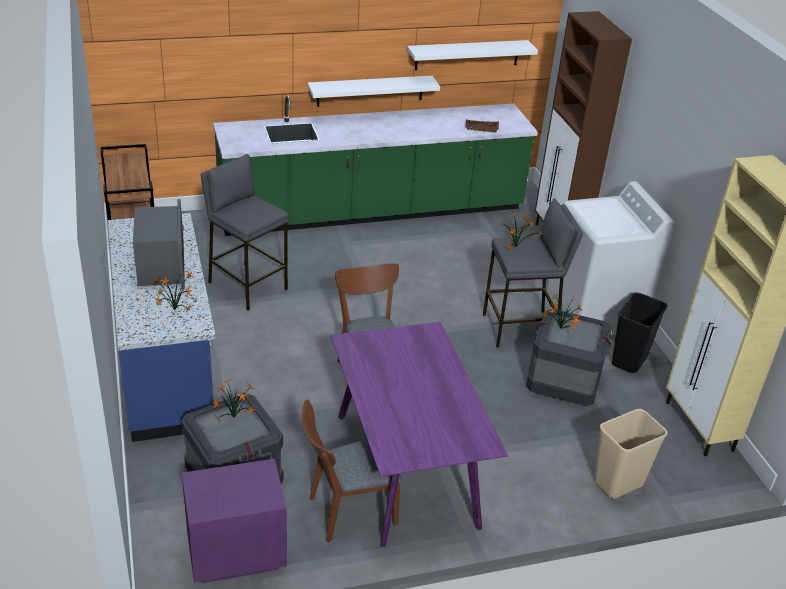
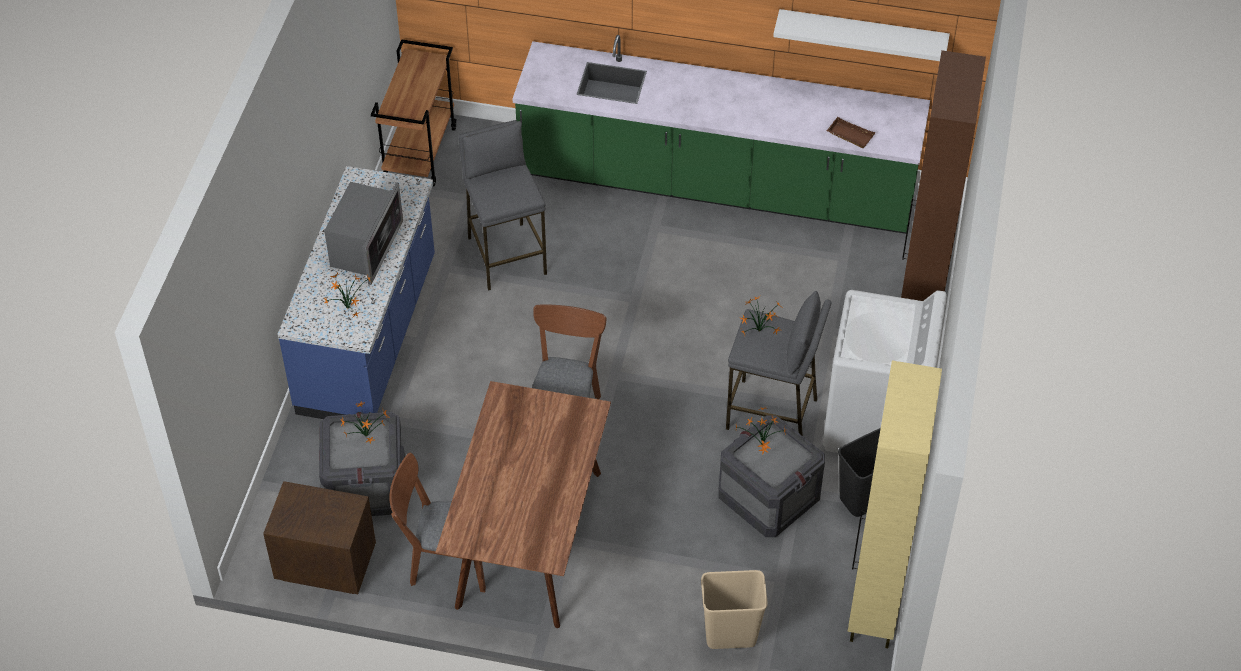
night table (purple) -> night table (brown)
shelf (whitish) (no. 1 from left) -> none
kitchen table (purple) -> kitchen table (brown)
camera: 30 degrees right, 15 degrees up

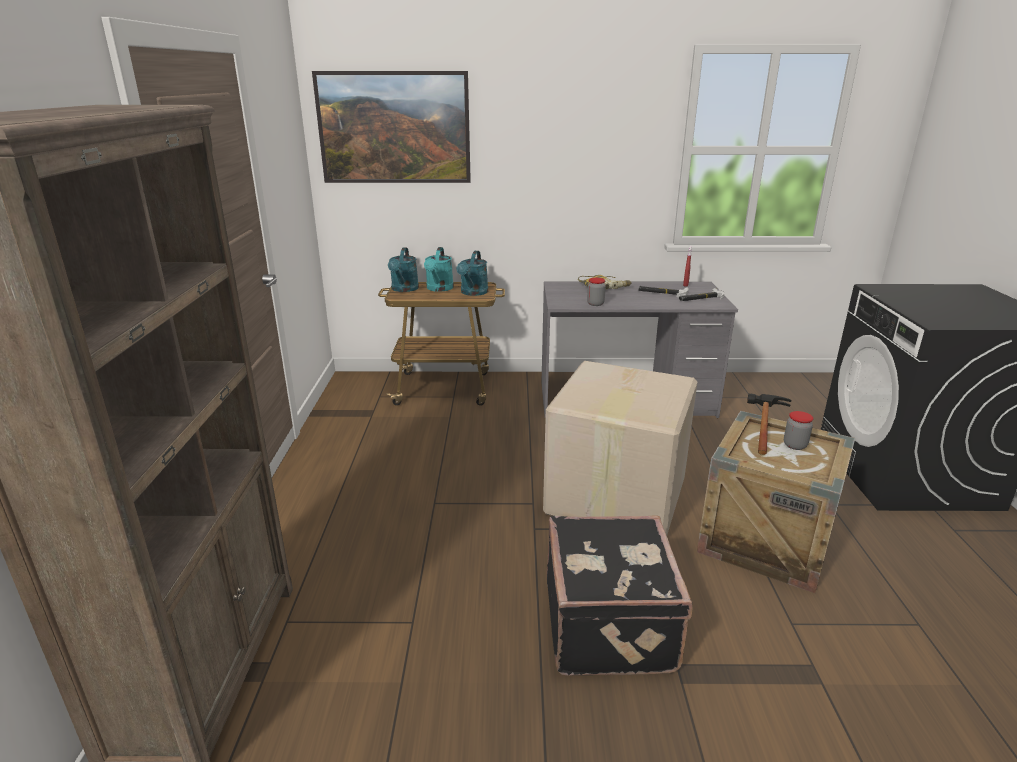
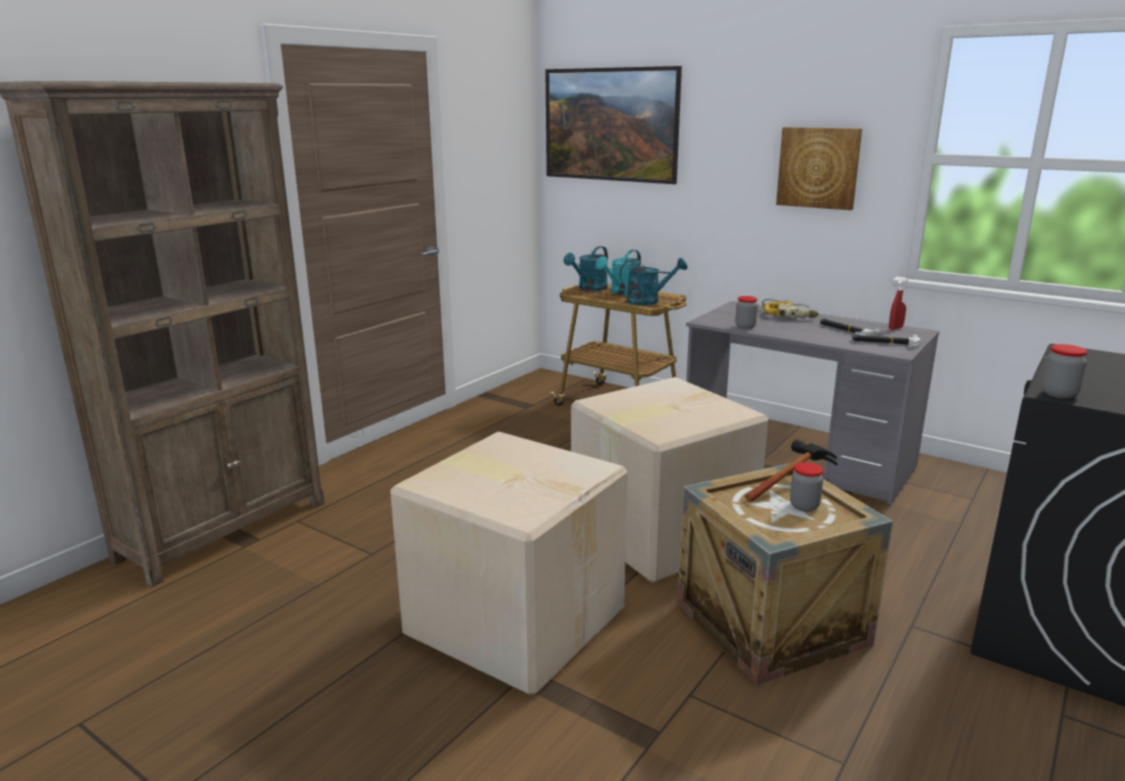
watering pot (turquoise-coloured) (no. 3 from left), 150 degrees counterclockwise
piece of luggage (black) -> packing box (no. 1 from left)
none -> wall art (no. 2 from left)
none -> storage jar (no. 3 from left)
camera: 35 degrees right, 5 degrees down

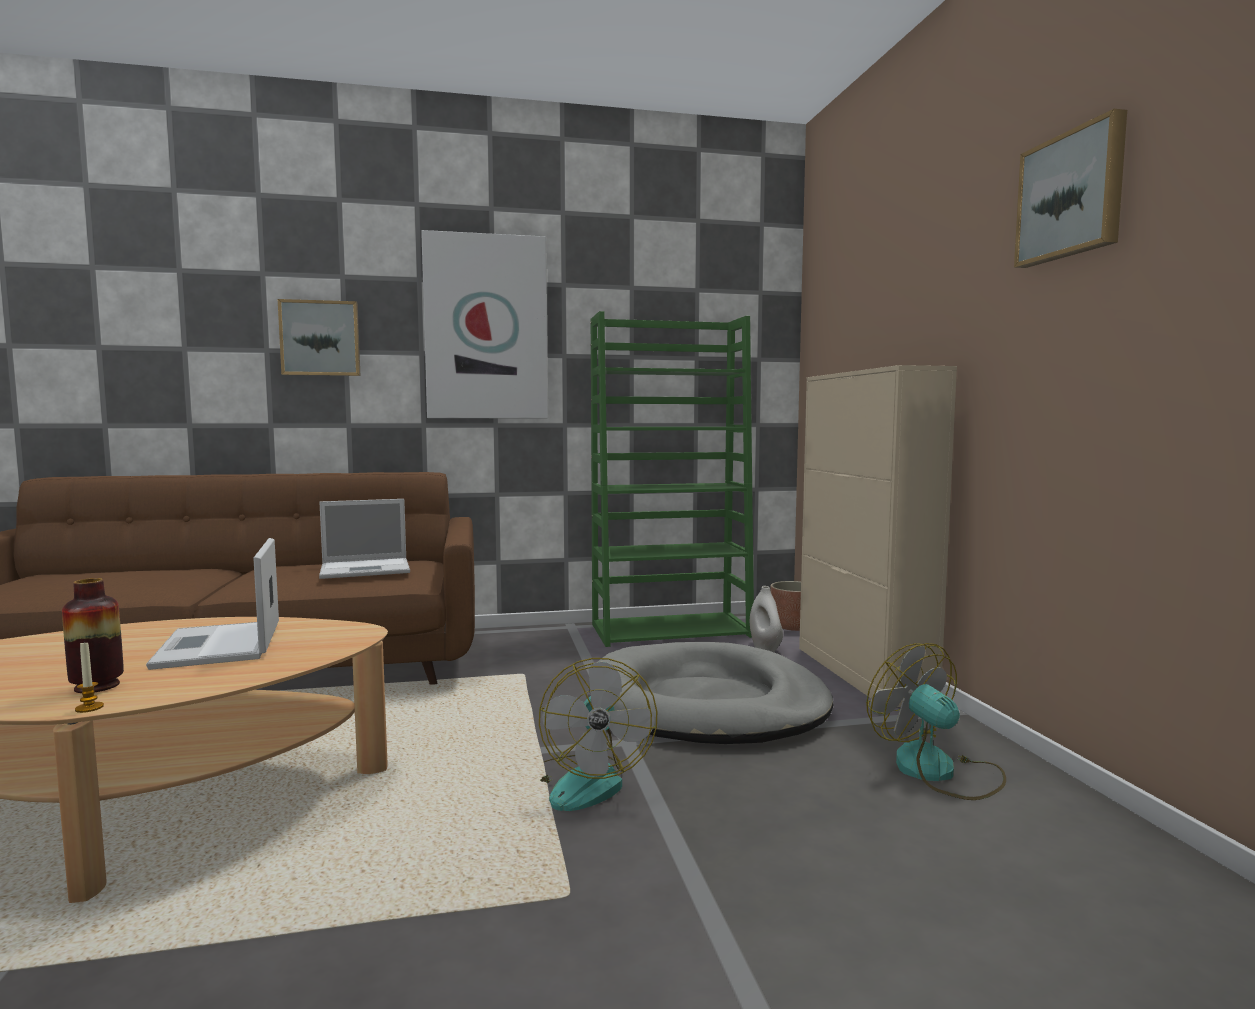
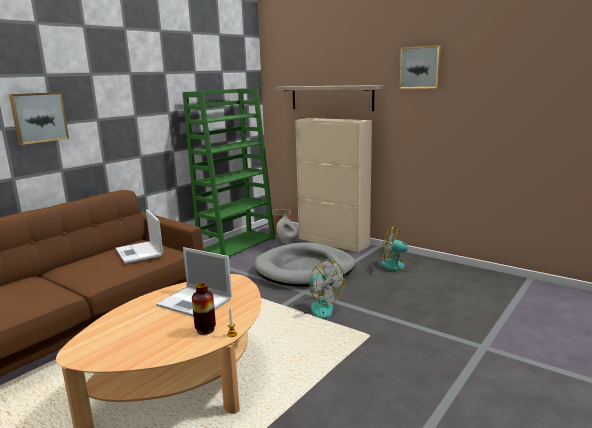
notebook computer (no. 2 from left in the first image) -> notebook computer (no. 1 from left), 120 degrees clockwise
wall art (no. 2 from left) -> none
none -> shelf
camera: 40 degrees left, 10 degrees up

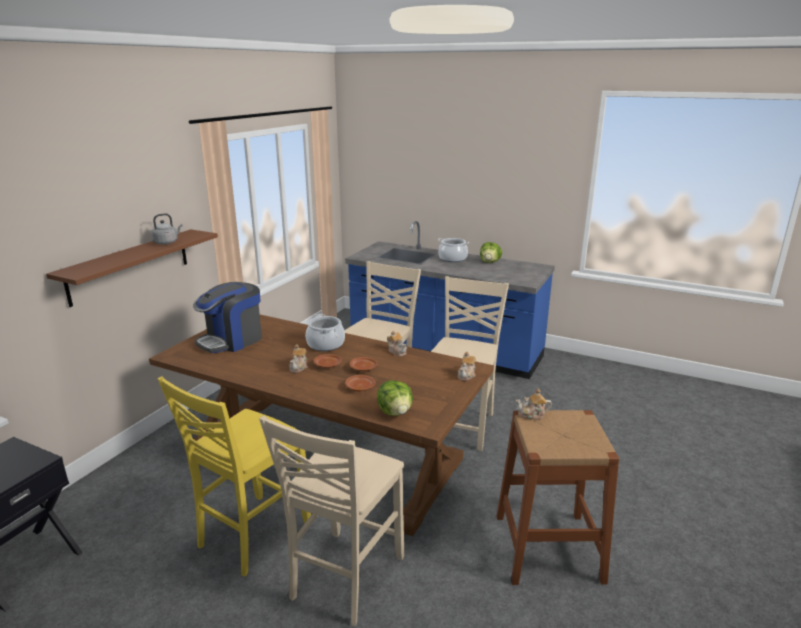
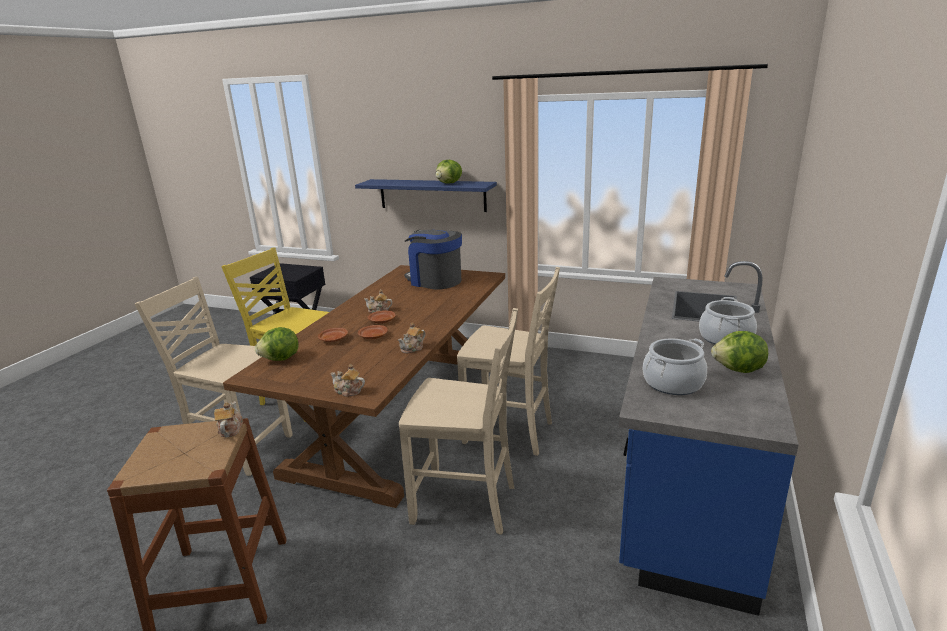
shelf (brown) -> shelf (blue-coloured)
water kettle (gray) -> head of lettuce (no. 2 from left)
stockpot (no. 1 from left), relocated
camera: 85 degrees right, 0 degrees up

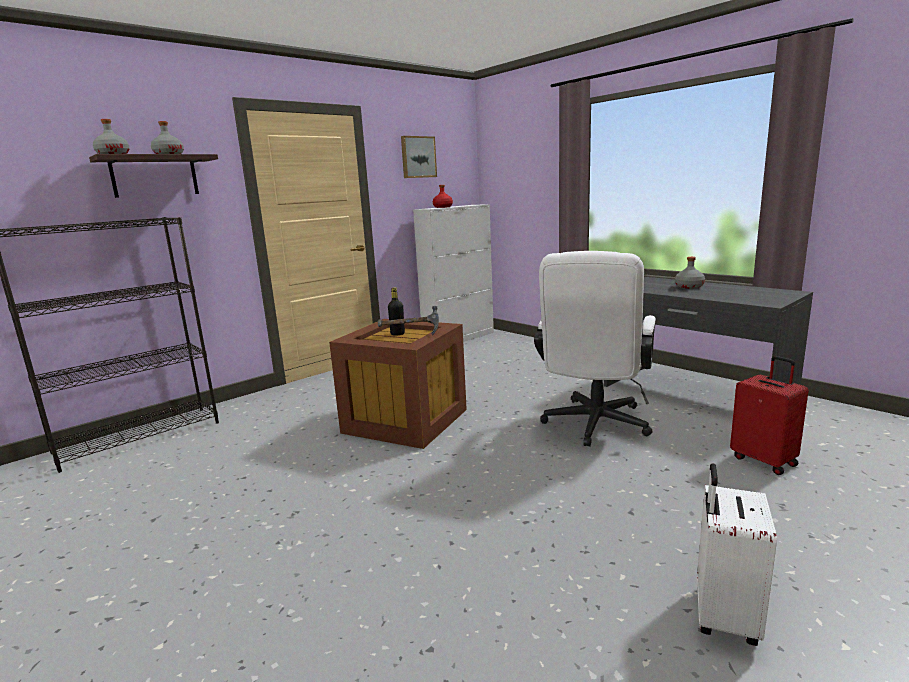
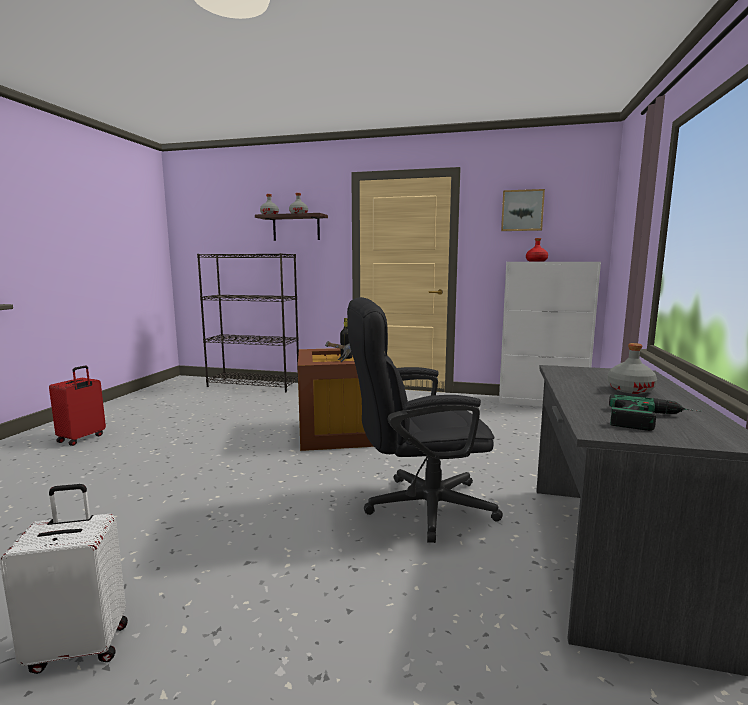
computer chair (whitish) -> computer chair (black)
piece of luggage (red), relocated
none -> power drill
camera: 55 degrees right, 5 degrees down

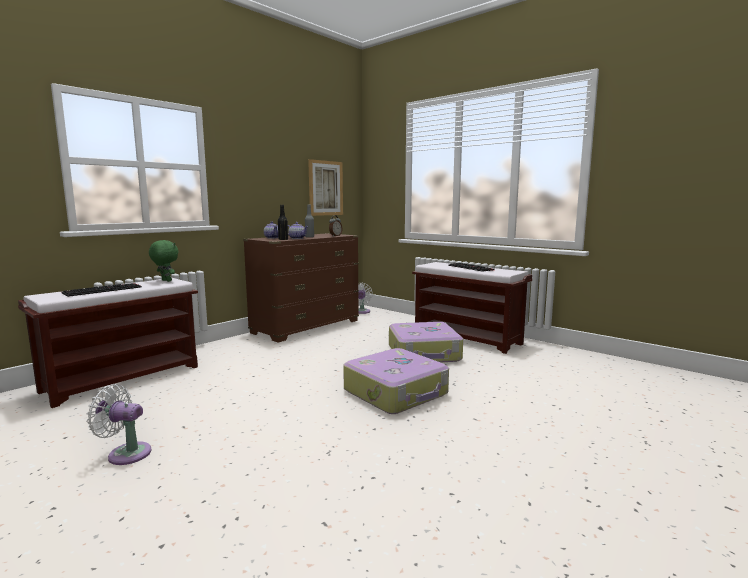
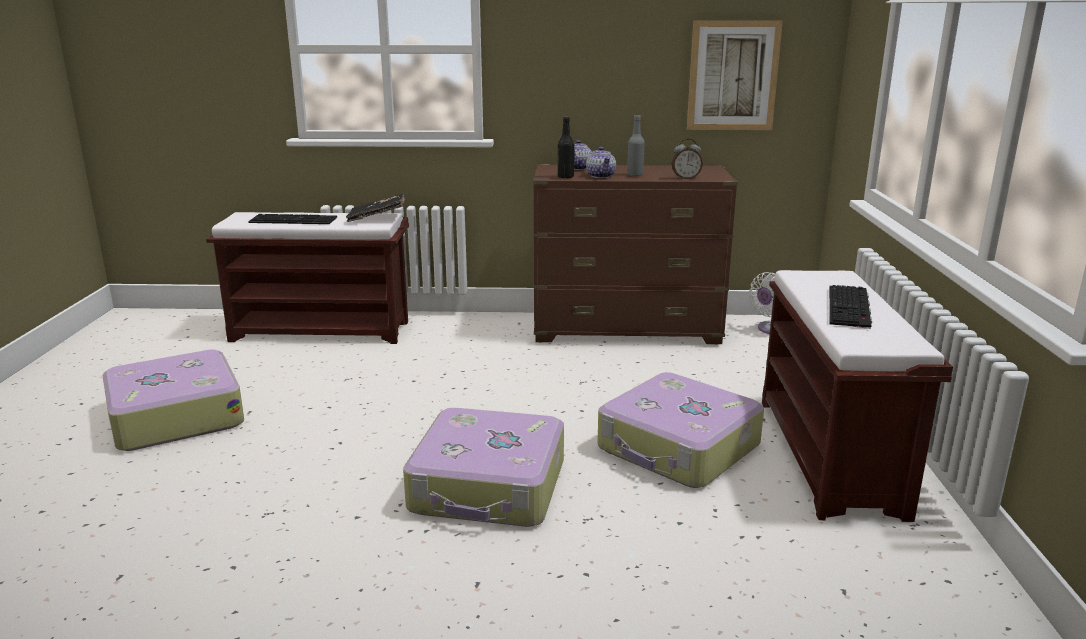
fan (whitish) (no. 1 from left) -> piece of luggage (no. 1 from left)
soft toy (greenish) -> book (black)
camera: 50 degrees right, 10 degrees up

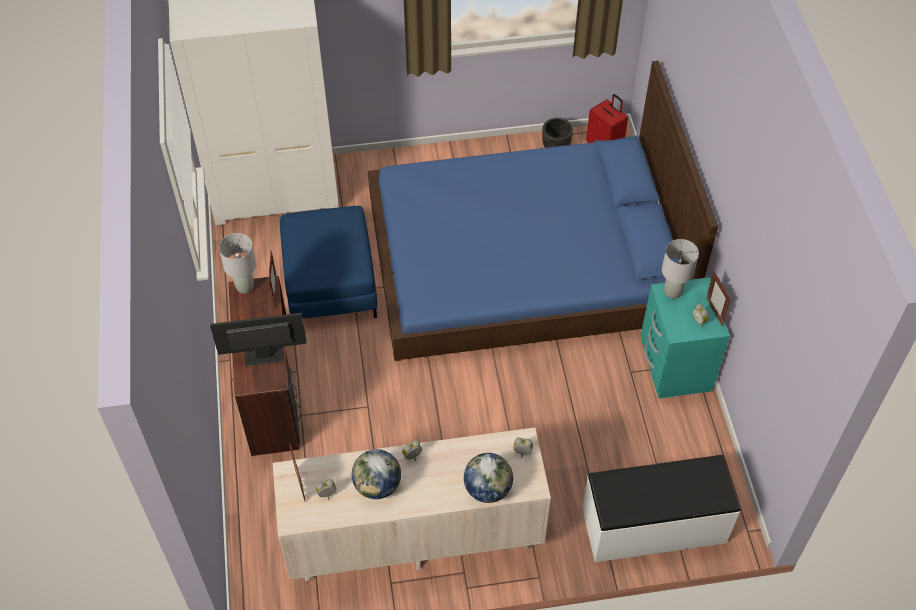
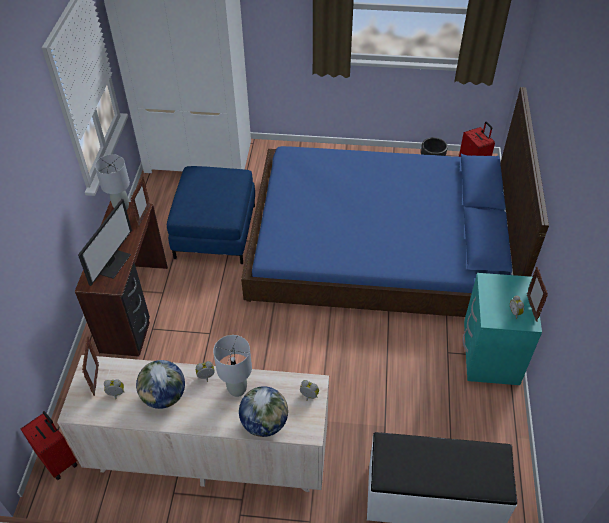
monitor, 105 degrees clockwise
lamp for a table (gray) (no. 2 from left), relocated
none -> piece of luggage (red) (no. 1 from left)
camera: 15 degrees right, 5 degrees down

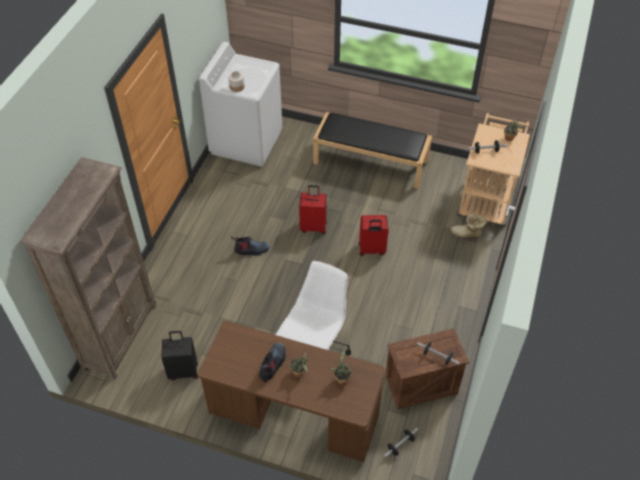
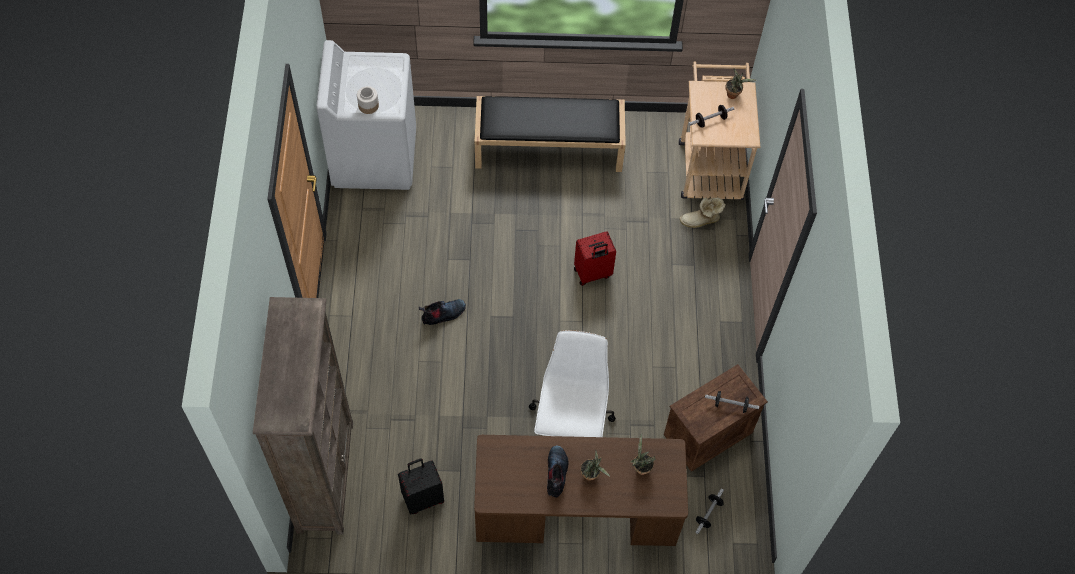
piece of luggage (red) (no. 1 from left) -> none
camera: 20 degrees left, 10 degrees up

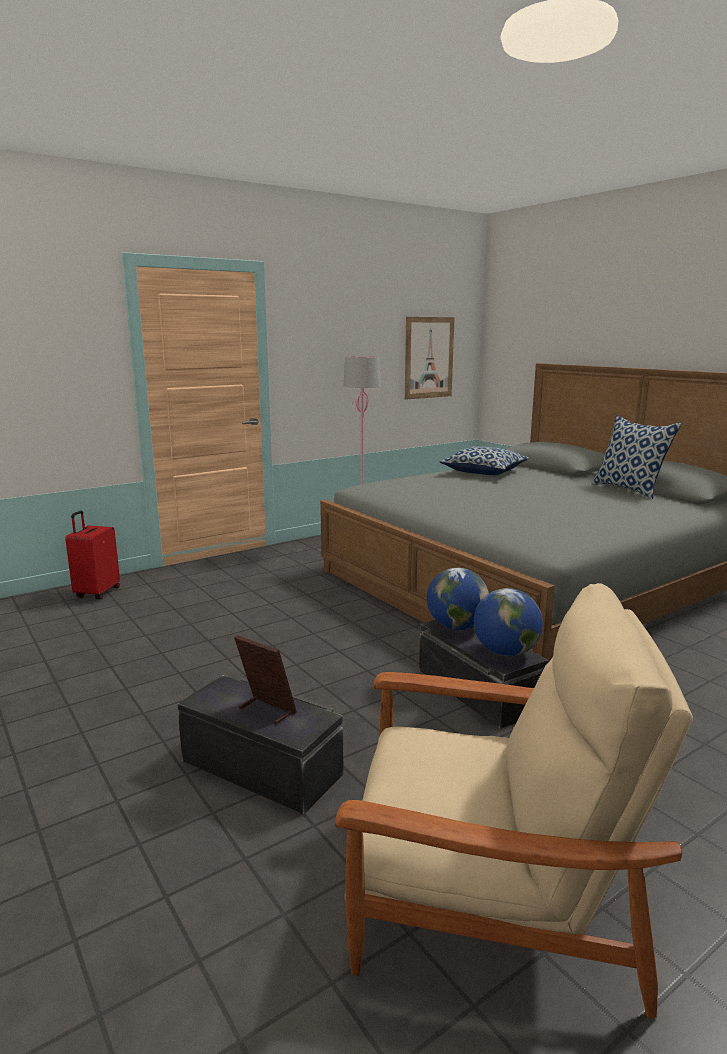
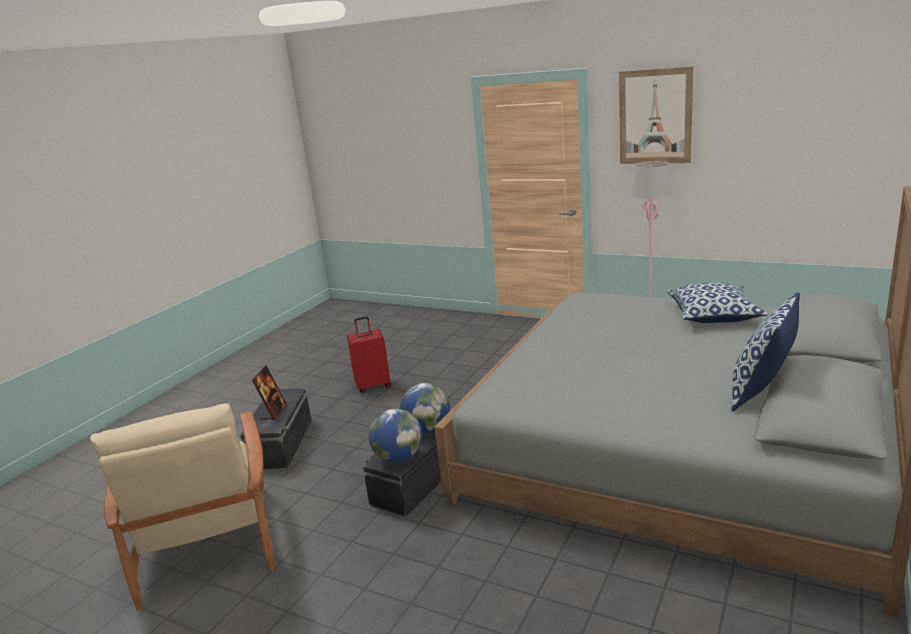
piece of luggage (red), relocated
wall art, relocated
camera: 65 degrees right, 5 degrees up

